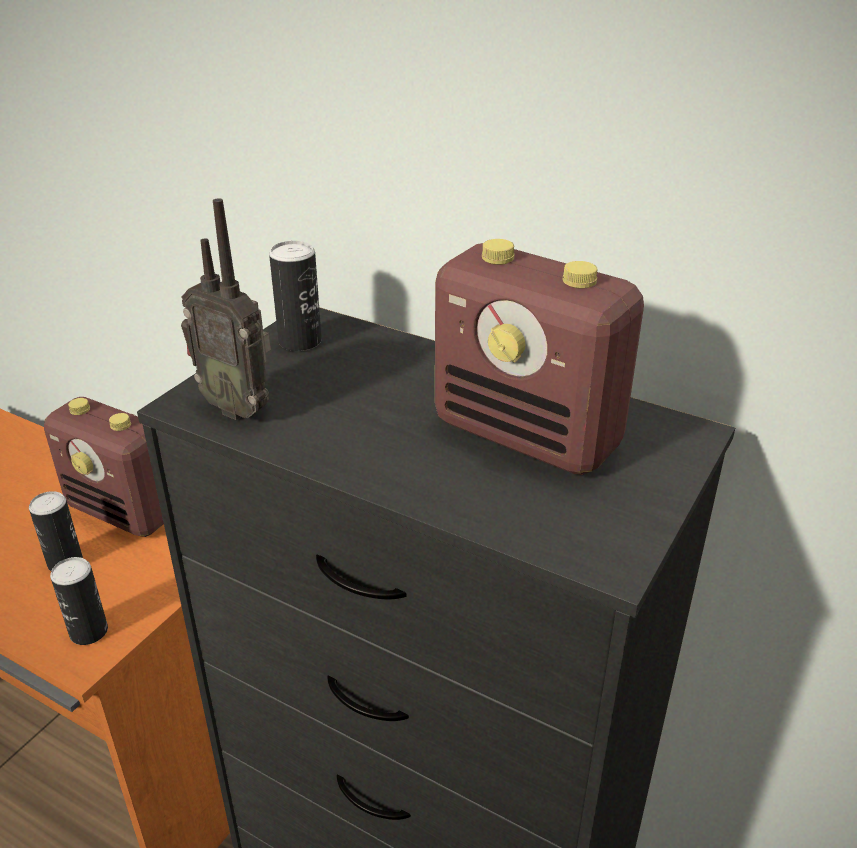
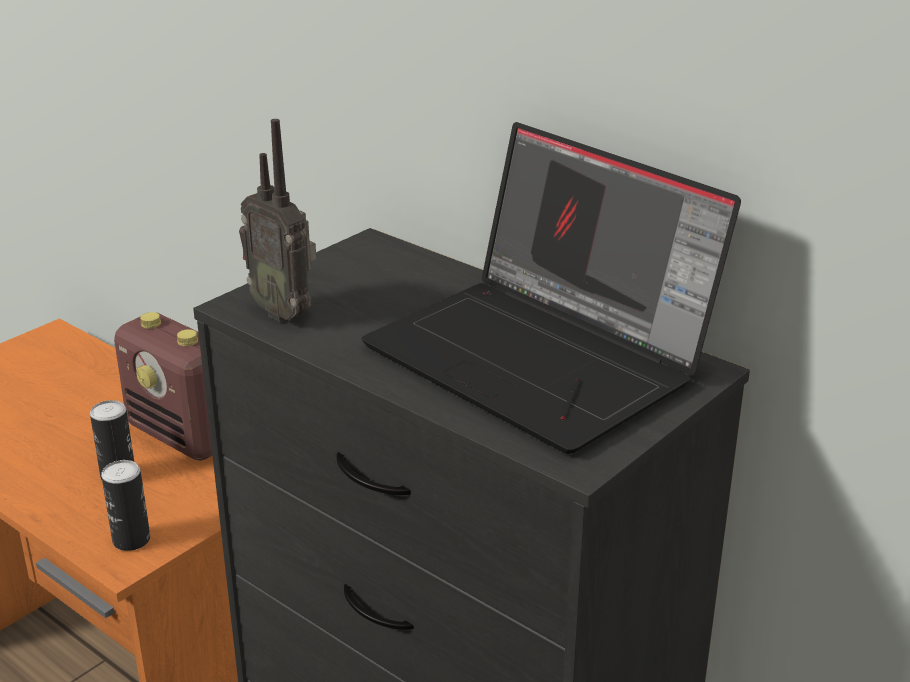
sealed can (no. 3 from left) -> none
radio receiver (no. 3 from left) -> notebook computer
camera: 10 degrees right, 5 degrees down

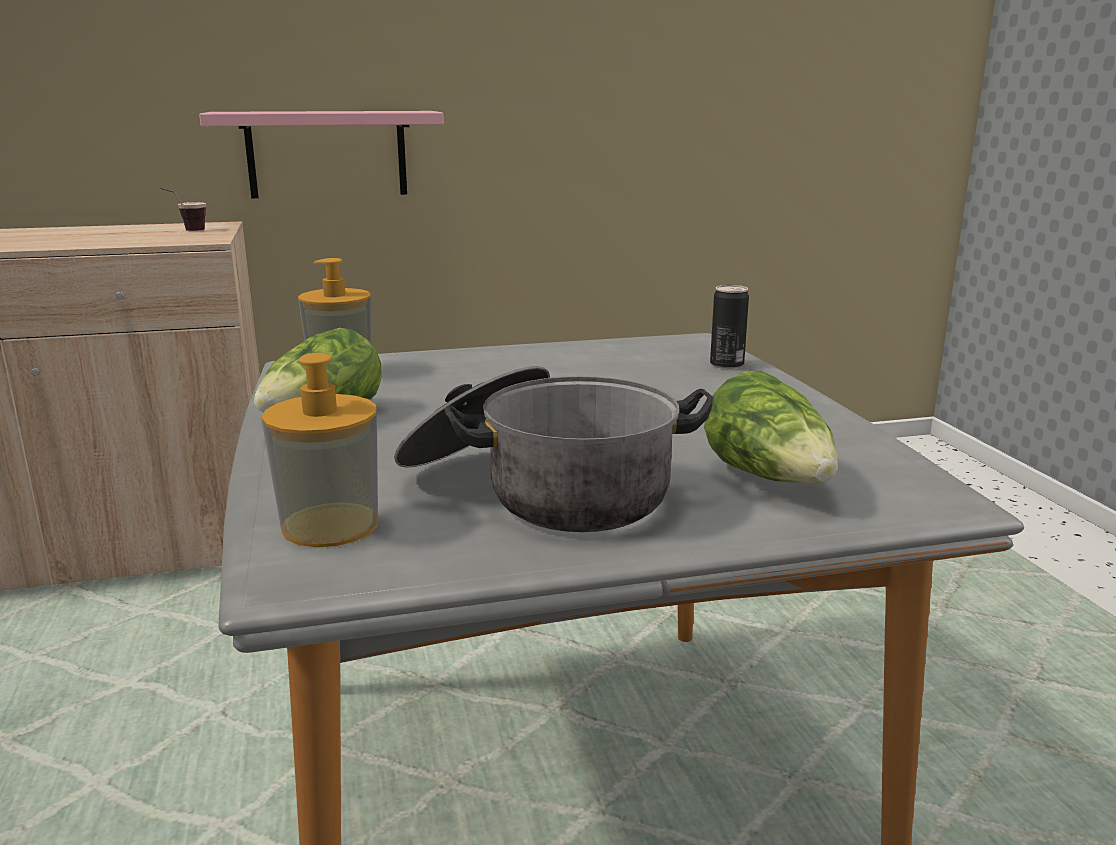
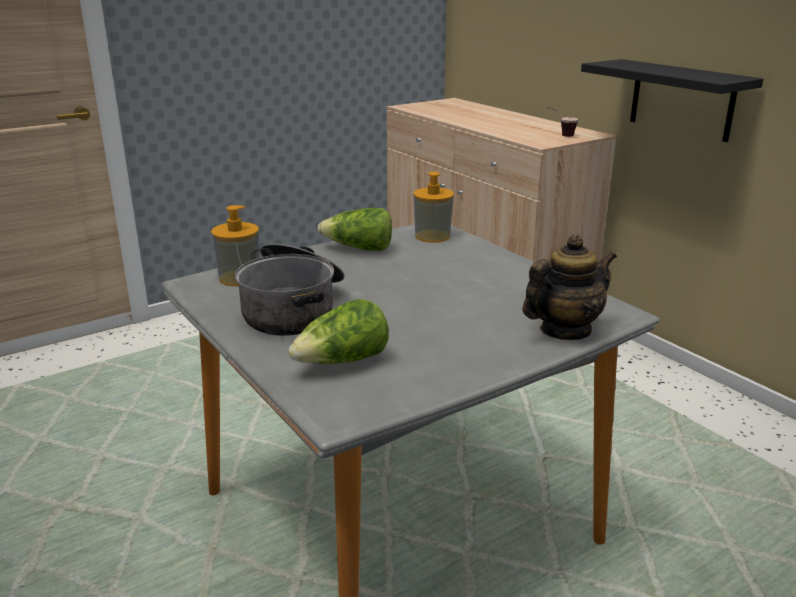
shelf (pink-coloured) -> shelf (black)
sealed can -> pot for tea
camera: 70 degrees right, 5 degrees up

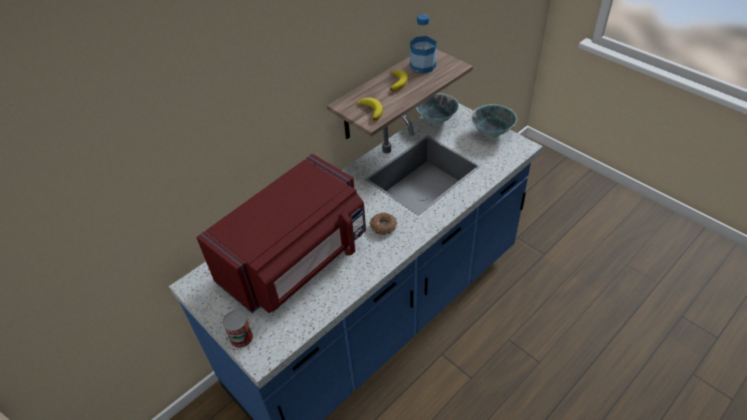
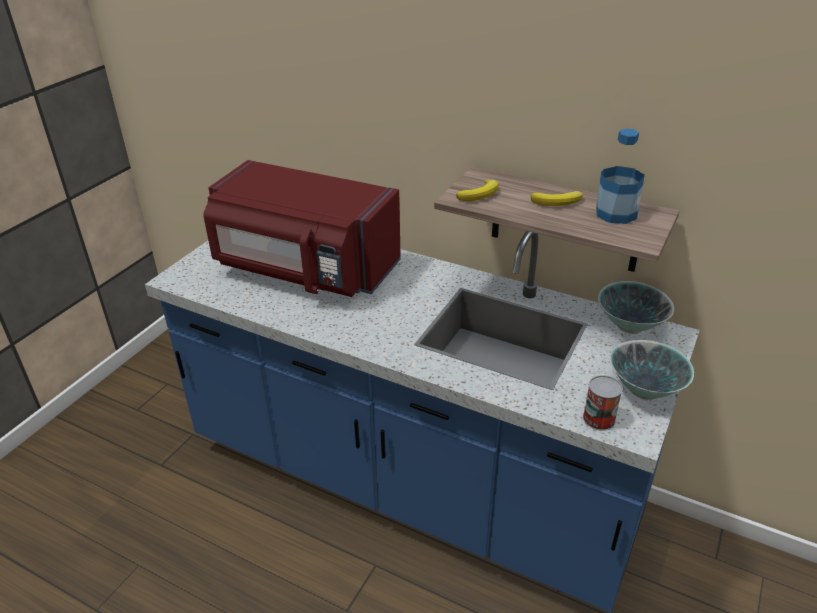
sealed can, relocated
donut -> none
camera: 70 degrees right, 10 degrees down

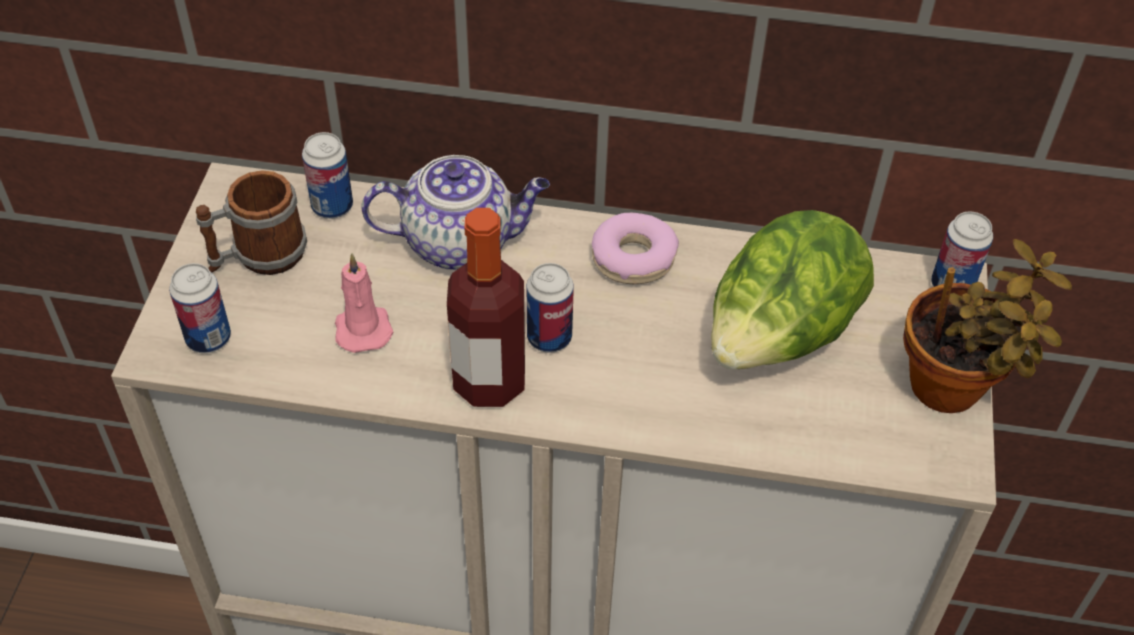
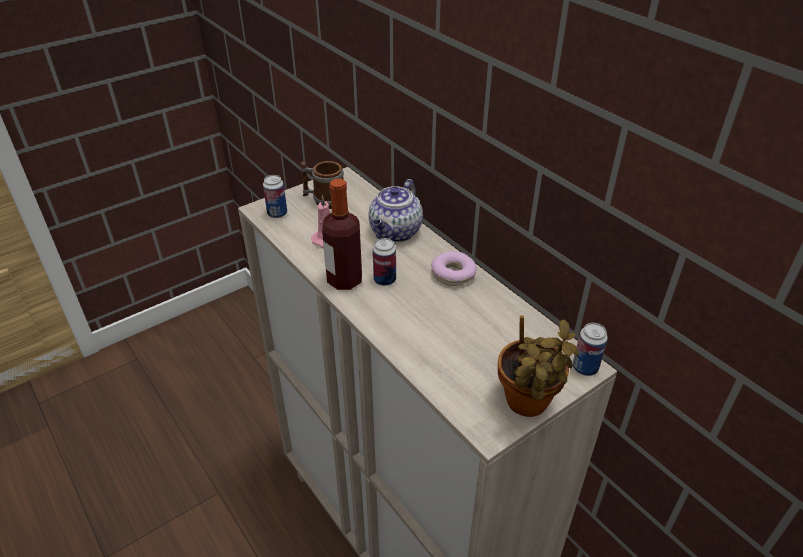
sealed can (no. 2 from left) -> none
pot for tea, 75 degrees clockwise
head of lettuce -> none
camera: 45 degrees right, 10 degrees down

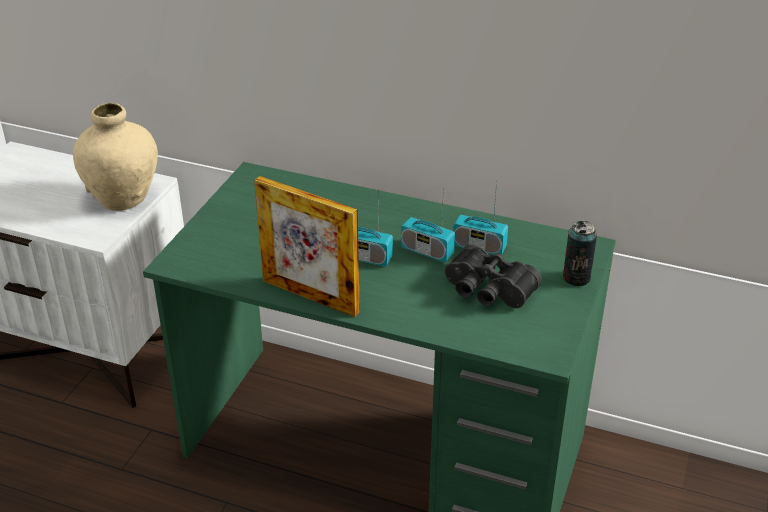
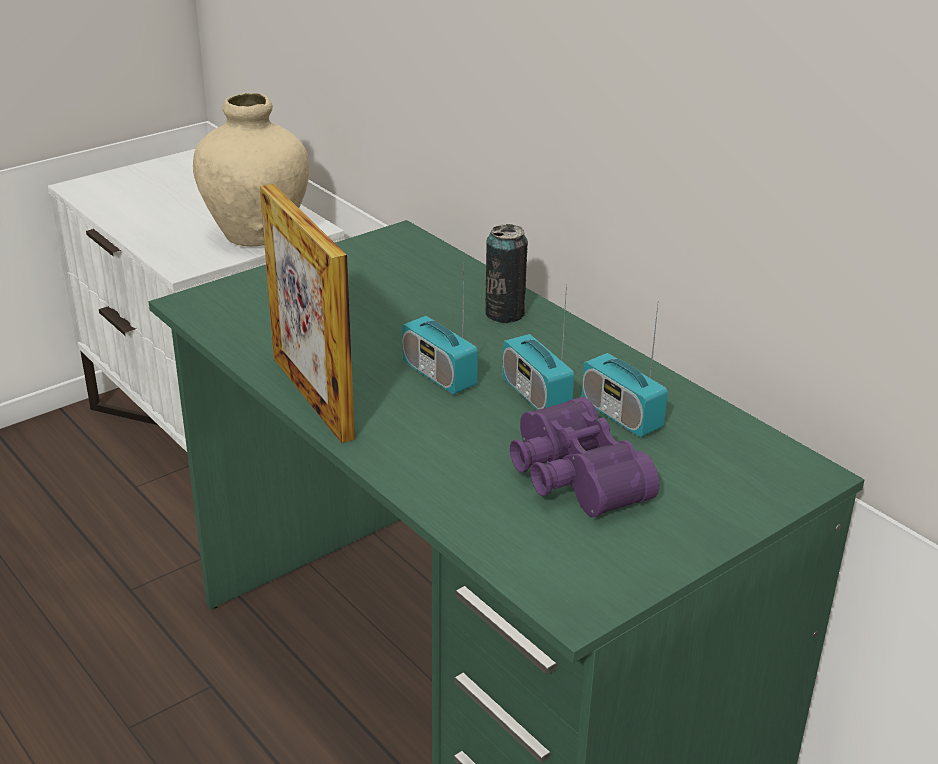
field glasses (black) -> field glasses (purple)
sealed can, relocated
camera: 30 degrees right, 5 degrees down

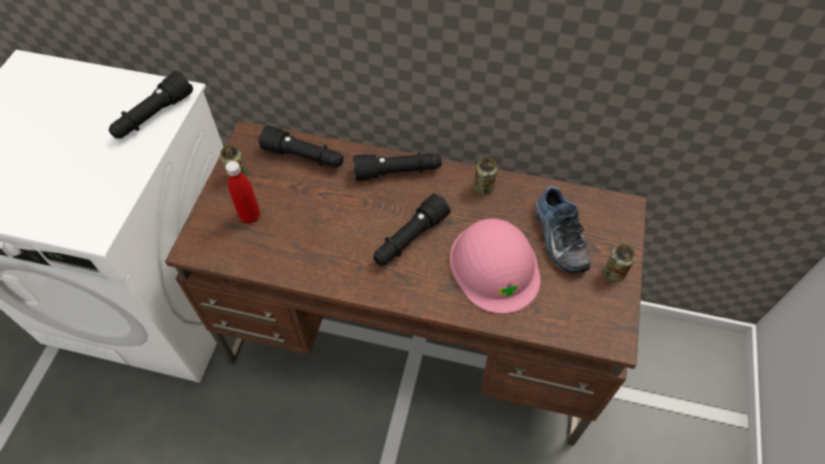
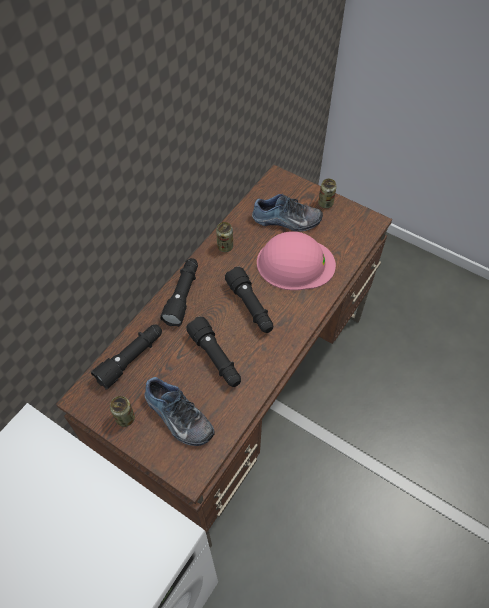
hand torch (black) (no. 1 from left in the first image) -> hand torch (black) (no. 3 from left), relocated
beverage bottle (red) -> shoe (no. 1 from left)
camera: 70 degrees left, 0 degrees up

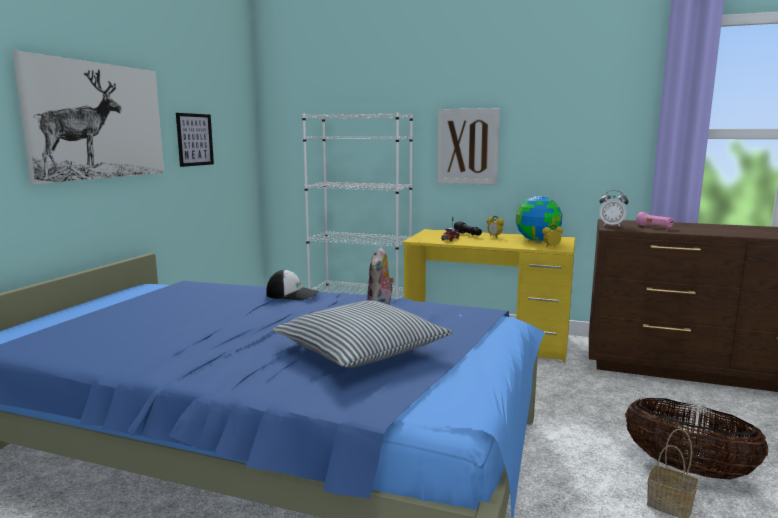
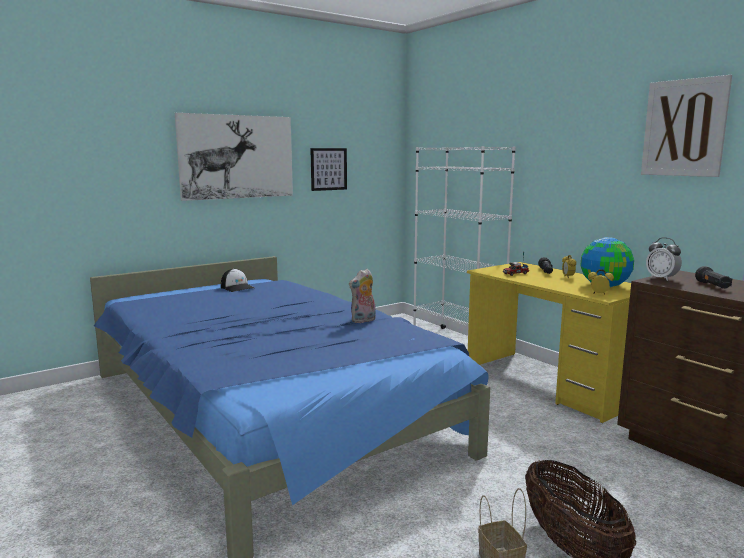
peaked cap, relocated
pillow -> none
wall art (no. 3 from left), relocated
hand torch (pink-coloured) -> hand torch (black) (no. 2 from left)
camera: 35 degrees right, 0 degrees up

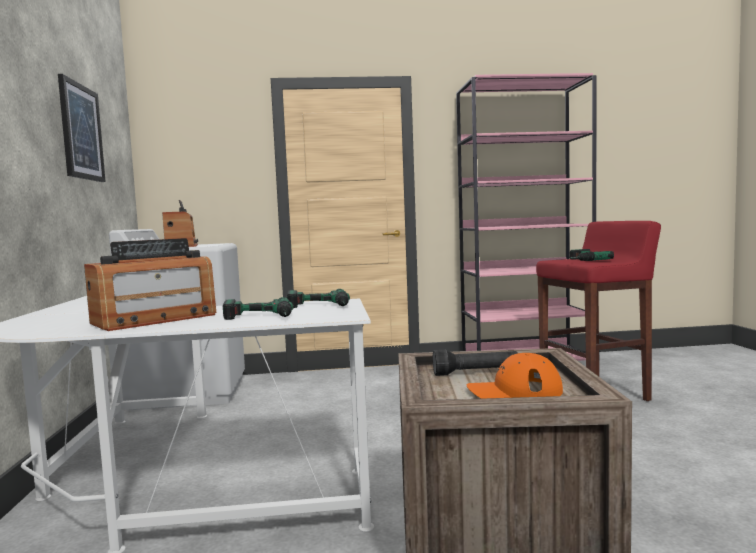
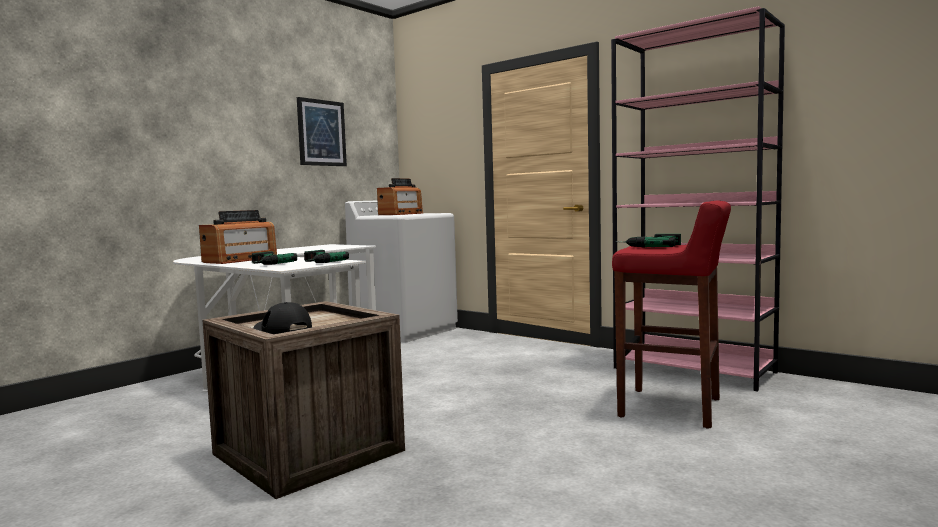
radio receiver (no. 1 from left), 60 degrees counterclockwise
hand torch (black) -> none
peaked cap (orangey) -> peaked cap (black)
camera: 45 degrees right, 0 degrees up

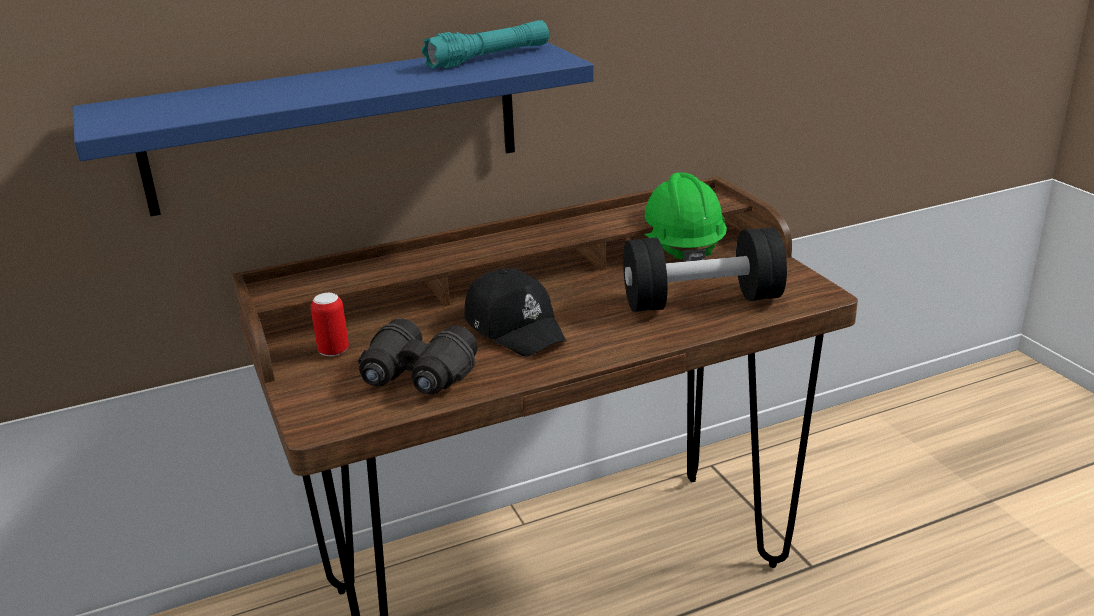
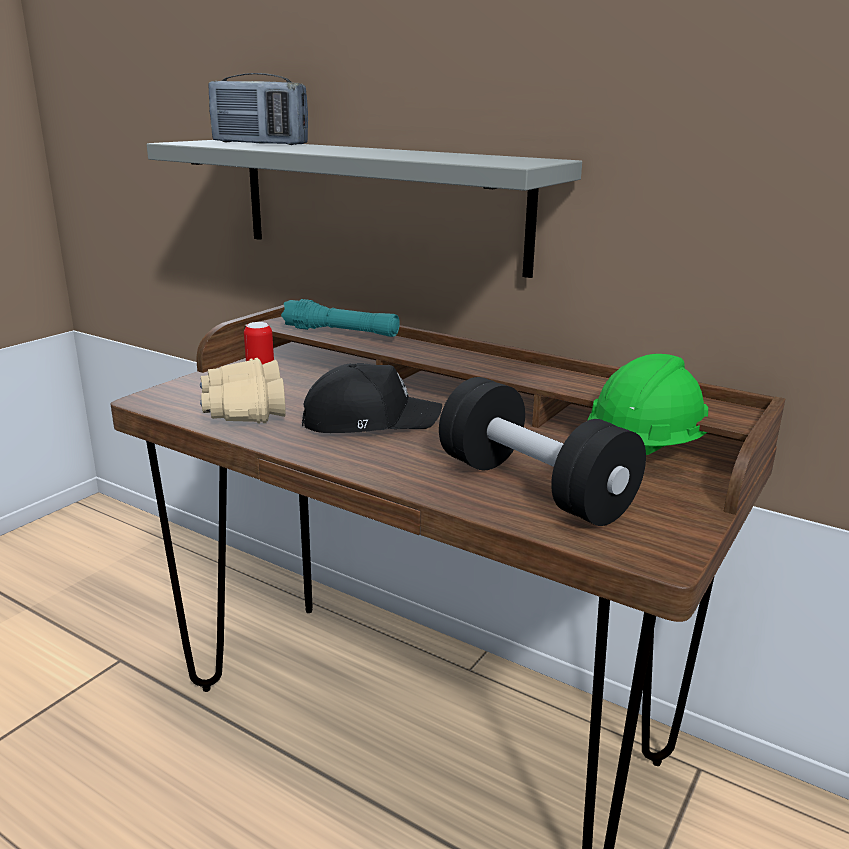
shelf (blue-coloured) -> shelf (gray)
field glasses (black) -> field glasses (beige)
hand torch (turquoise-coloured), relocated
peaked cap (black), 120 degrees counterclockwise
none -> radio receiver
camera: 55 degrees right, 5 degrees down

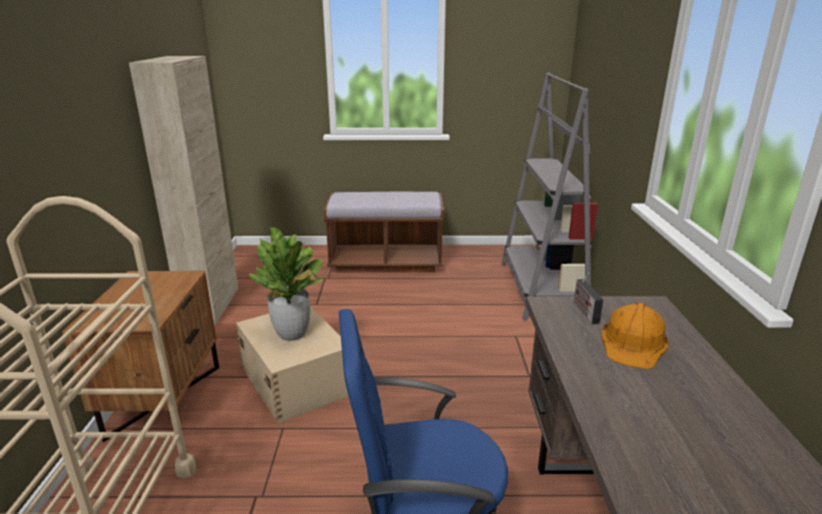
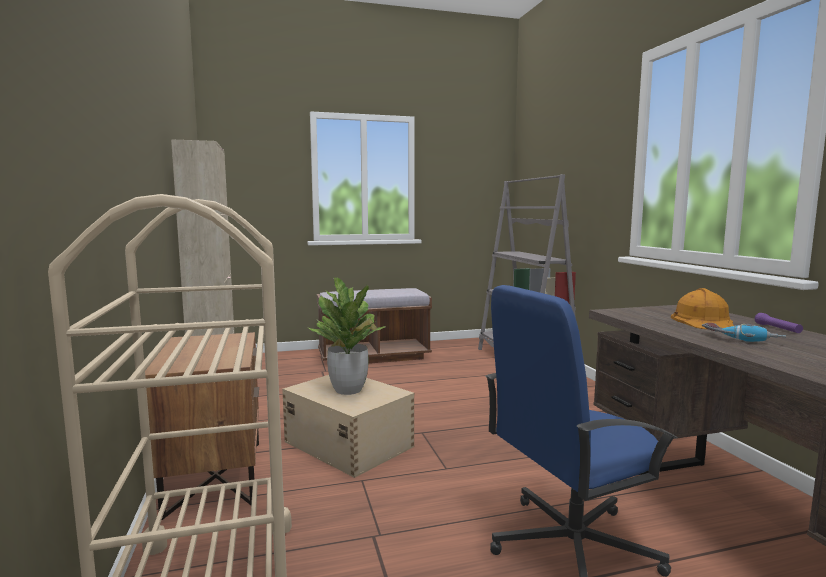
radio receiver -> none
none -> power drill
none -> hand torch (purple)
camera: 15 degrees left, 15 degrees down

